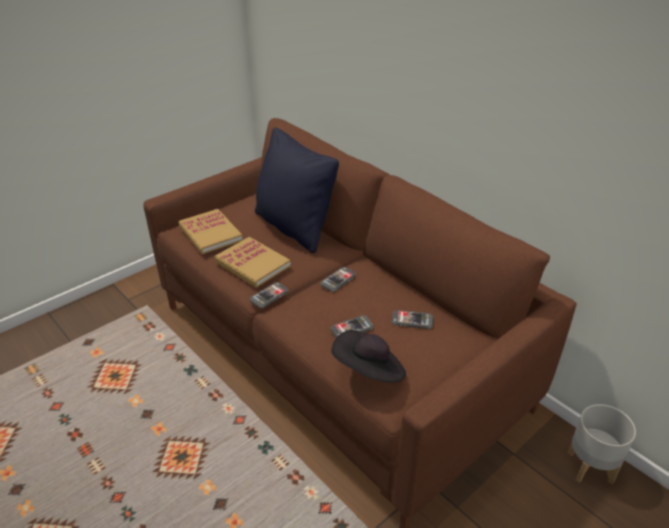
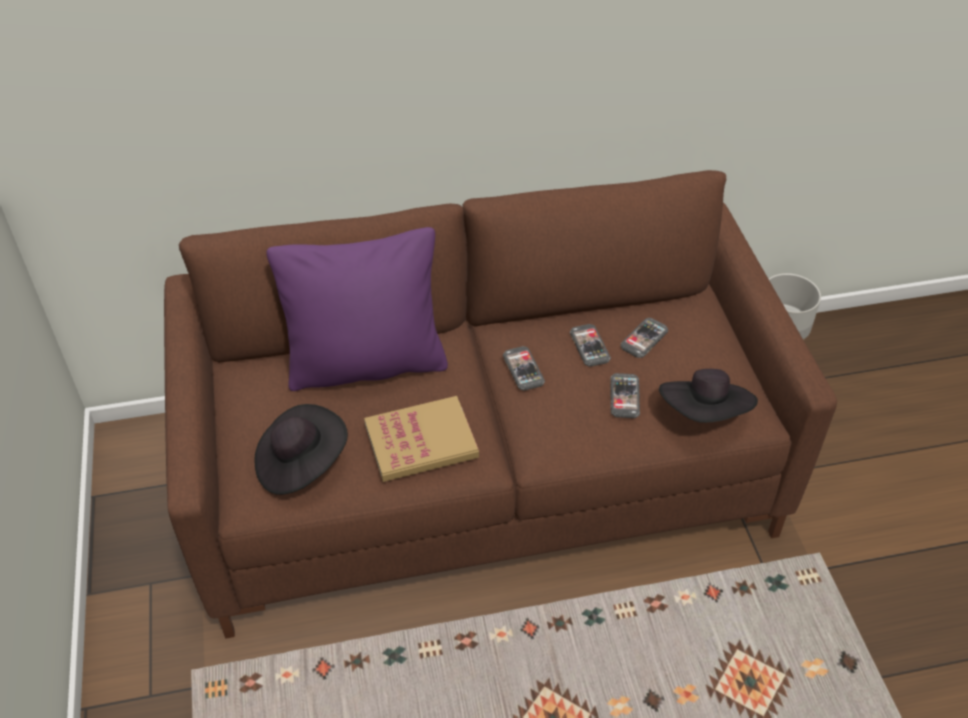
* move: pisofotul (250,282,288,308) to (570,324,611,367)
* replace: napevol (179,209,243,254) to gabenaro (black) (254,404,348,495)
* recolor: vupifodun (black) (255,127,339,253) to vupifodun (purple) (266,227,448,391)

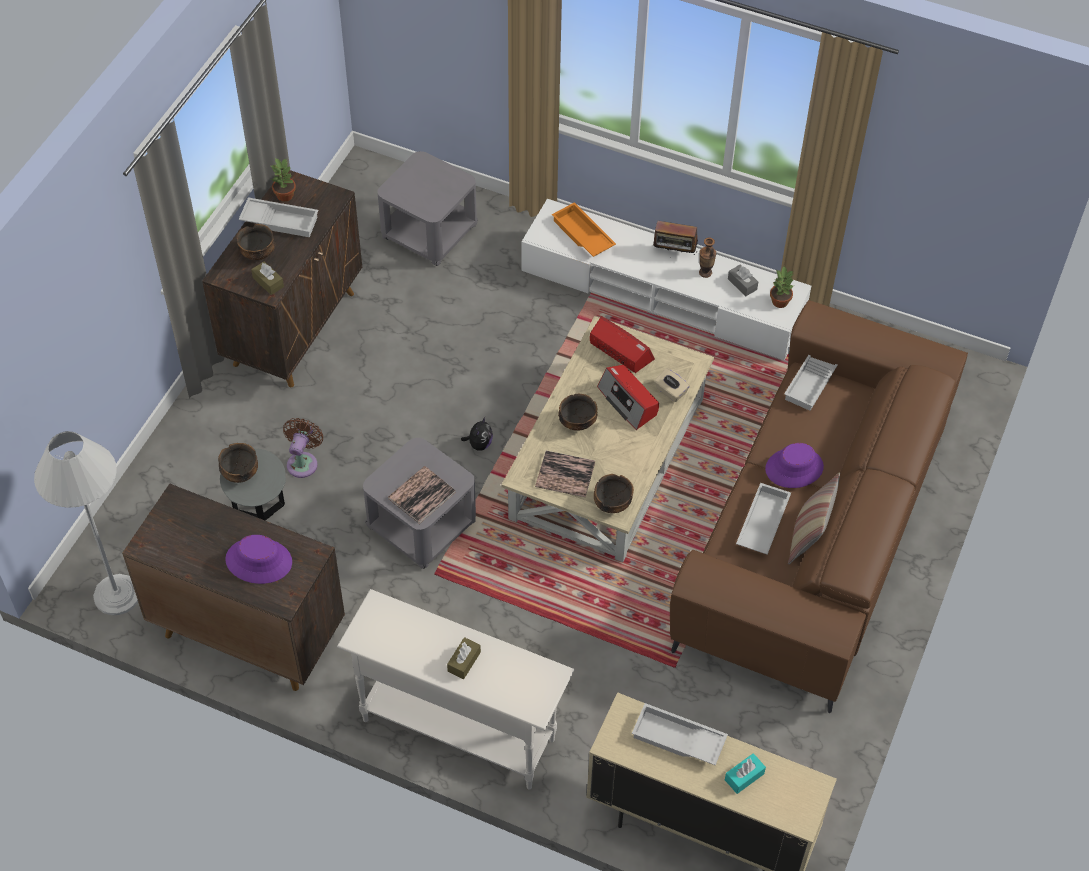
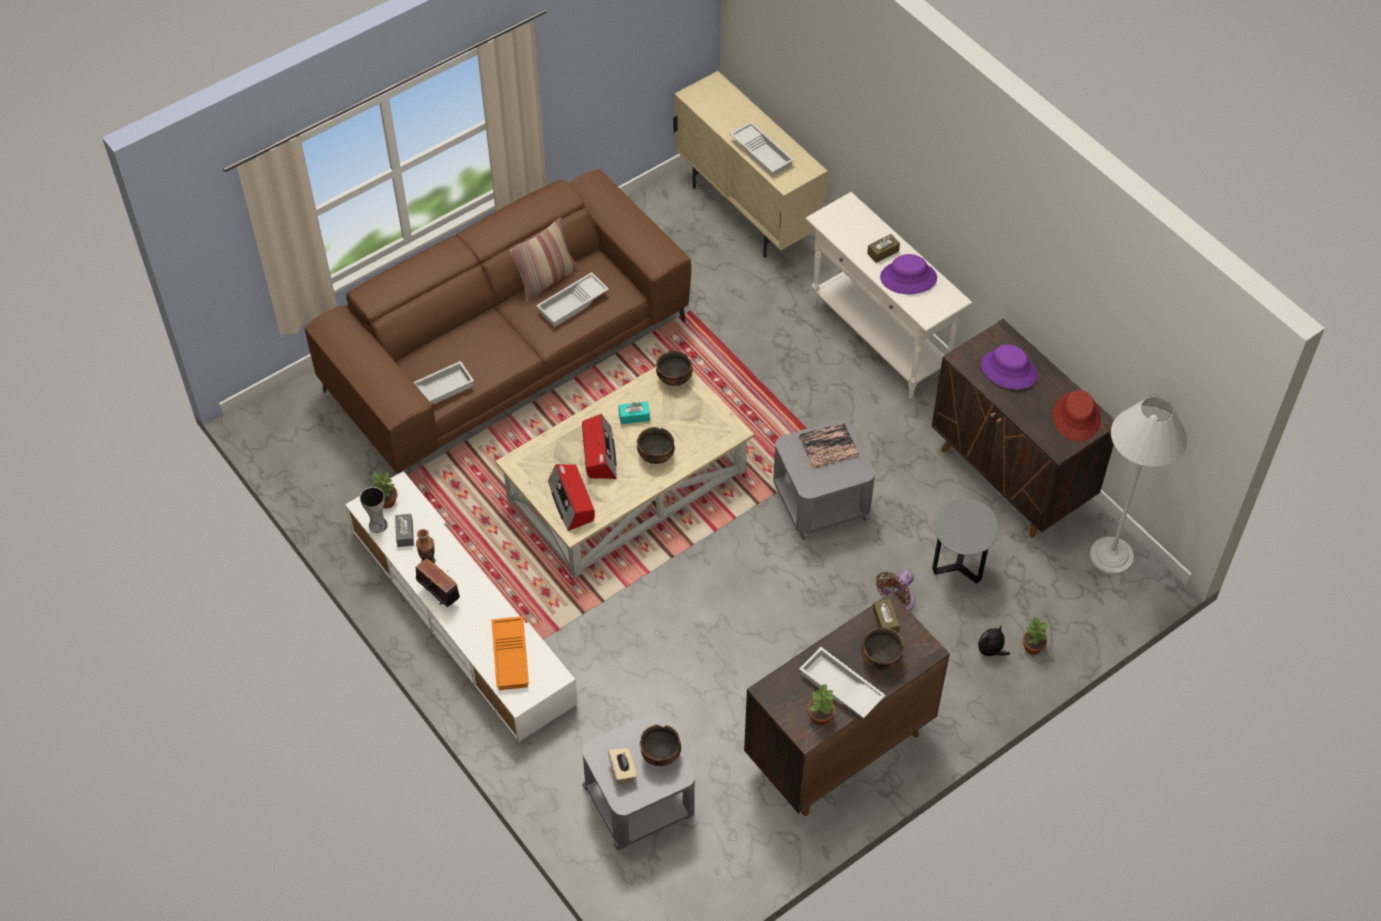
* delete: napevol (535,451,595,497)
* insert: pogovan (360,487,388,533)
* insert: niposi (1023,616,1049,655)
* insert: gabenaro (red) (1053,390,1101,441)
* move: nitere (218,443,258,483) to (640,725,681,766)
* move: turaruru (461,417,493,451) to (978,625,1010,658)
* move: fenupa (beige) (654,368,690,402) to (608,748,637,785)
* move: fenupa (turquoise) (725,753,766,794) to (619,401,650,424)
* move: gabenaro (purple) (765,443,824,488) to (880,254,937,294)

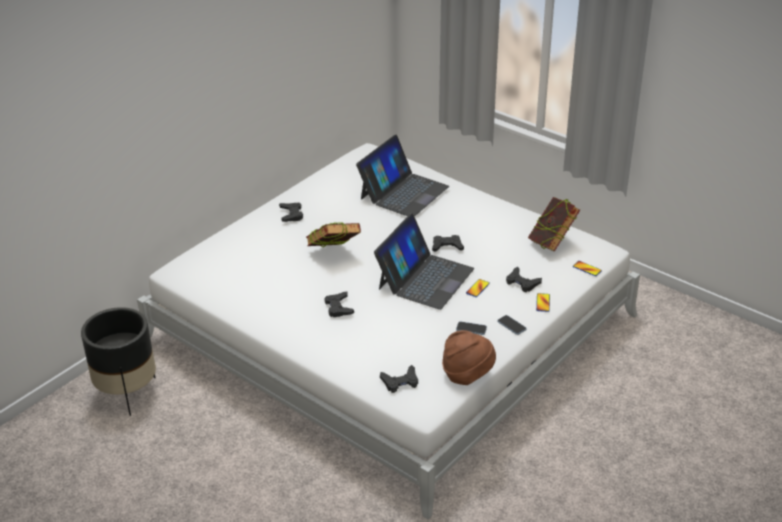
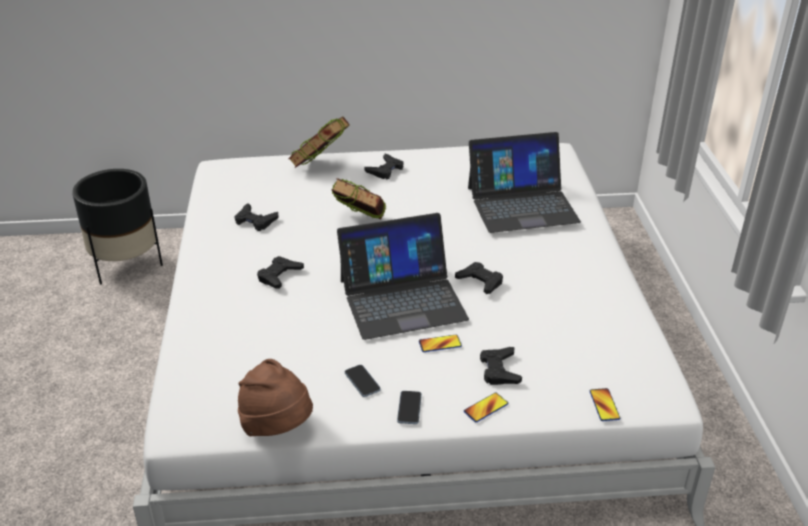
* move: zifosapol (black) (380,365,418,393) to (234,203,278,231)
* move: napevol (528,197,580,252) to (288,116,350,168)

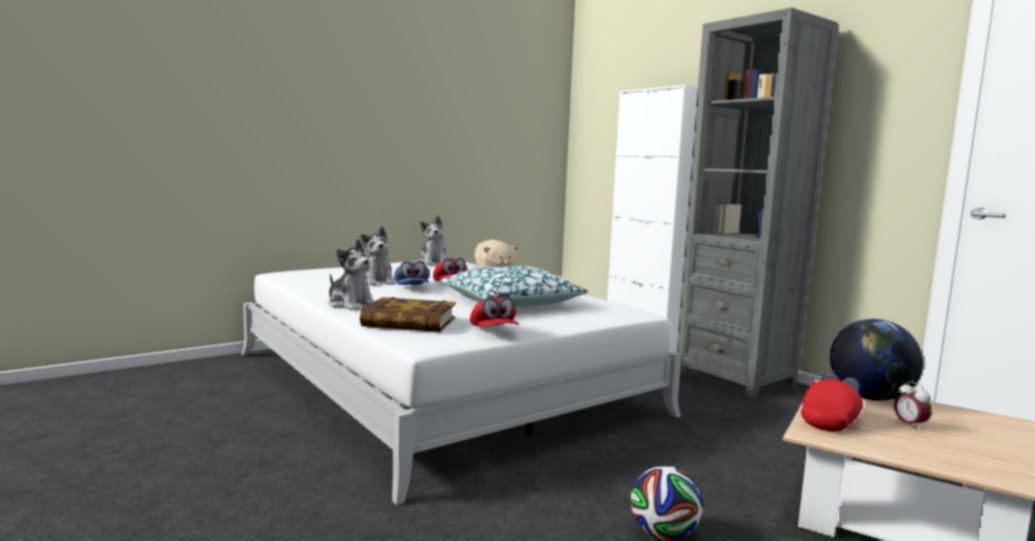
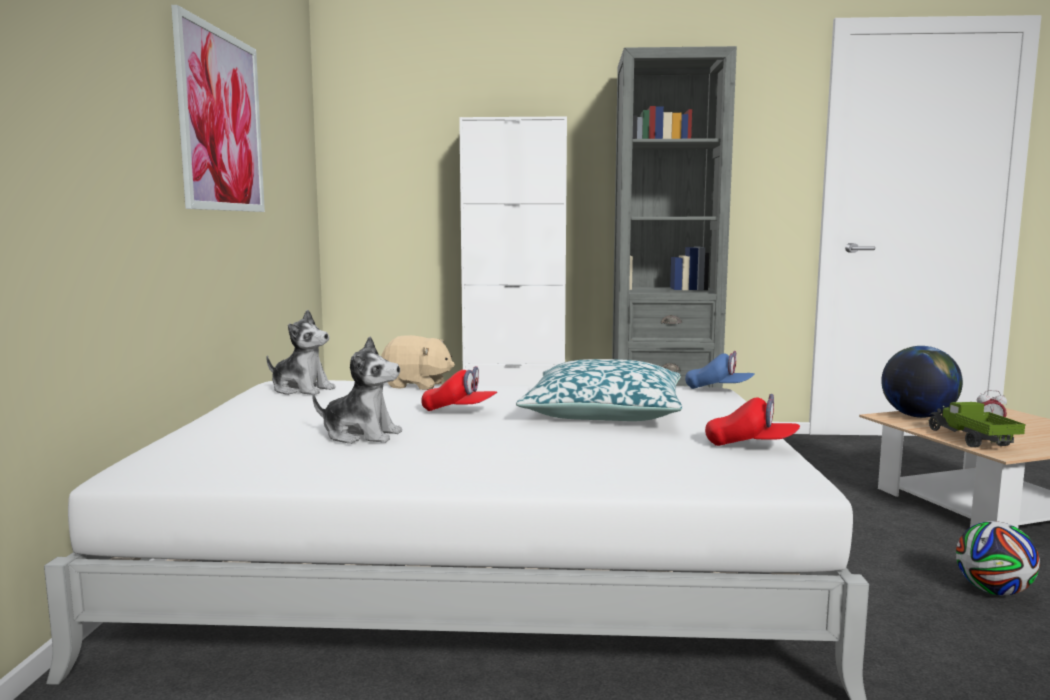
* delete: turaruru (328,239,374,310)
* delete: napevol (360,297,456,332)
* insert: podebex (171,5,265,212)
* move: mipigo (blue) (394,261,430,285) to (685,351,754,389)
* replace: mipigo (red) (801,373,863,431) to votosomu (928,402,1025,447)

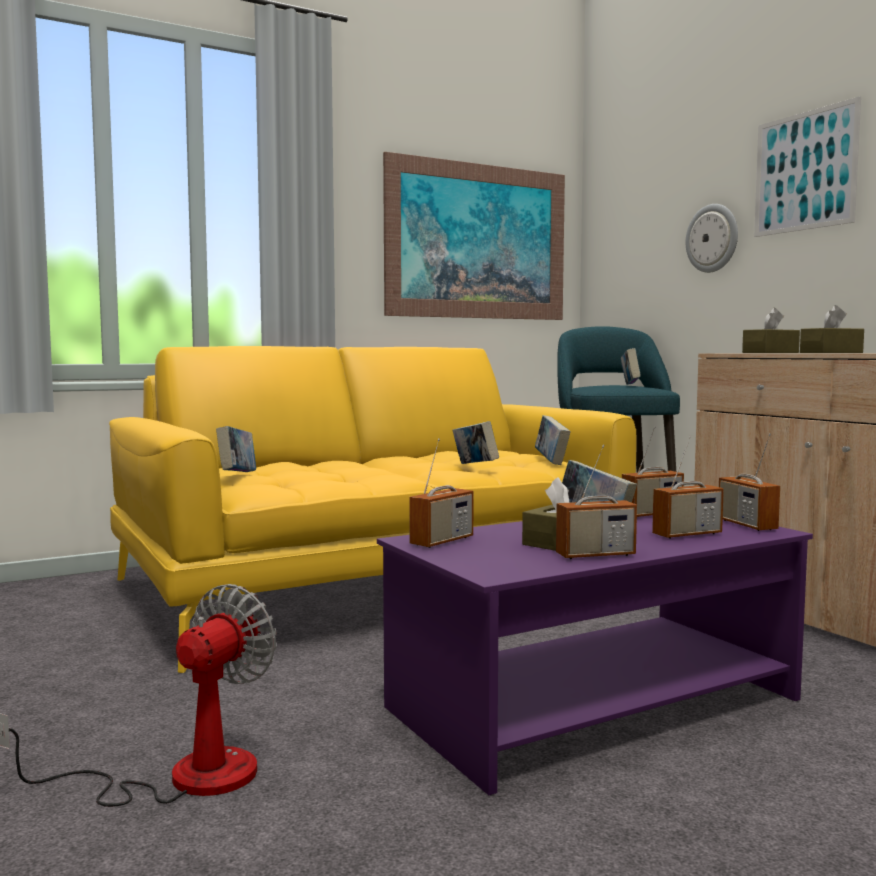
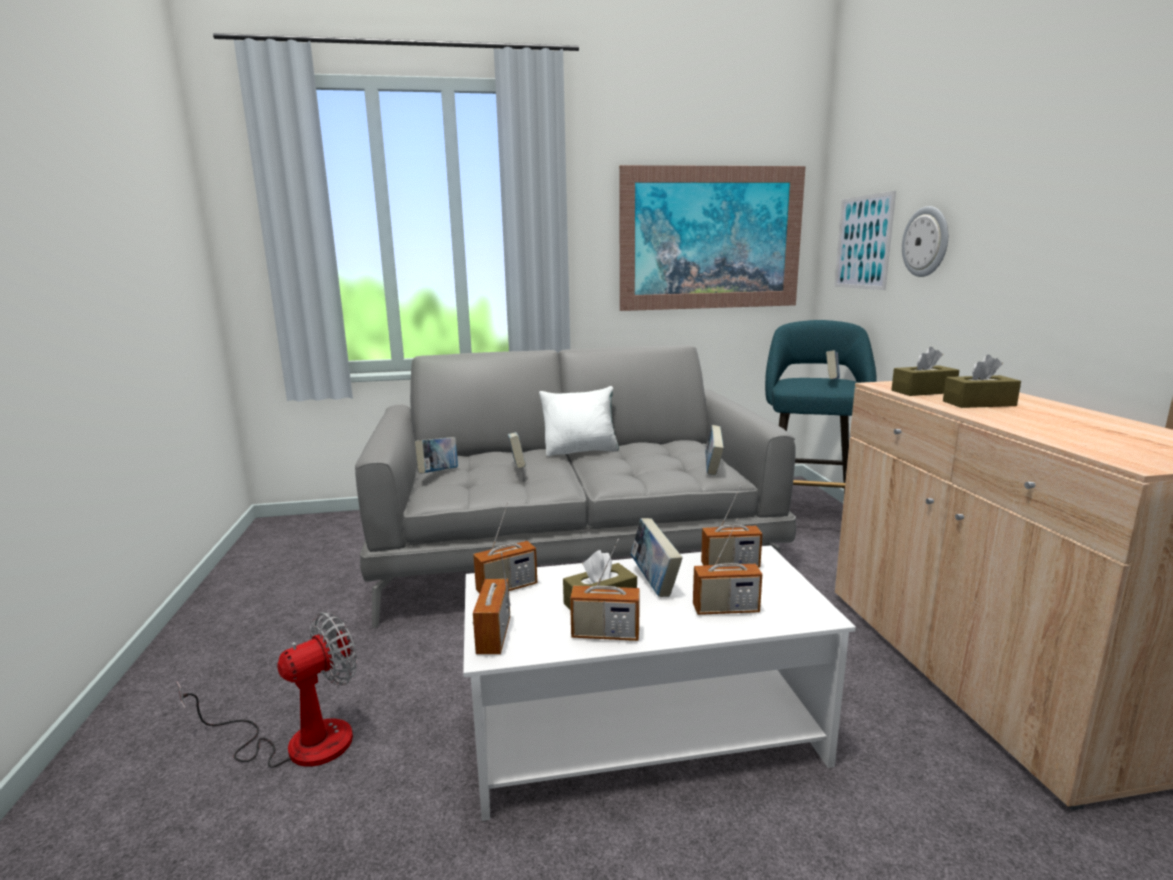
* insert: vupifodun (white) (539,386,619,456)
* move: napevol (453,421,499,464) to (508,432,526,469)
* move: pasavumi (719,433,780,531) to (473,552,510,654)
* move: podebex (754,96,861,237) to (834,191,896,290)
* recolor: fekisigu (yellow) (109,346,637,673) to fekisigu (grey) (355,345,796,628)
* recolor: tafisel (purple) (377,515,813,795) to tafisel (white) (463,545,856,821)

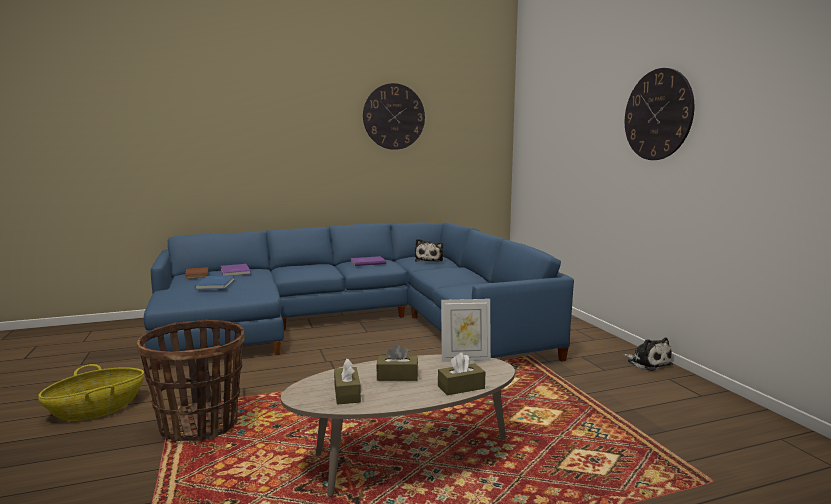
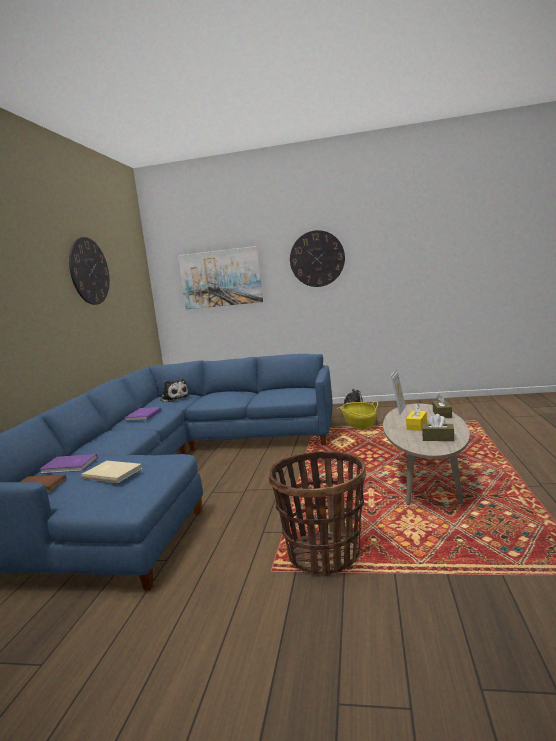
* insert: podebex (178,246,263,309)
* move: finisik (38,364,144,421) to (339,401,378,429)
* recolor: napevol (blue) (195,276,235,289) to napevol (beige) (81,461,142,483)
* recolor: fenupa (brown) (376,344,418,381) to fenupa (yellow) (406,404,427,431)

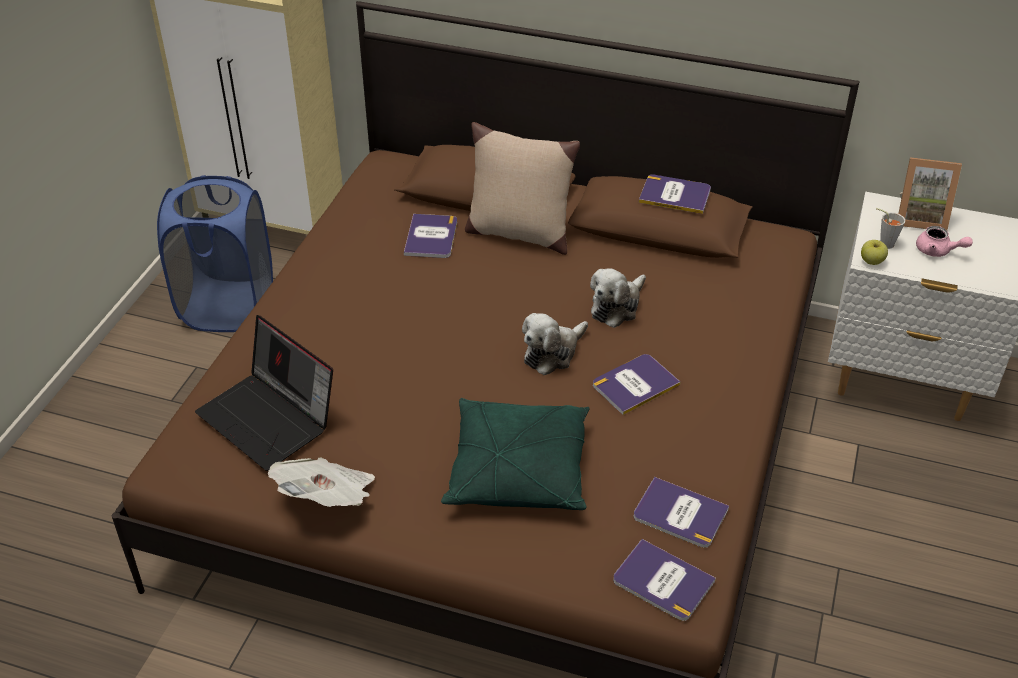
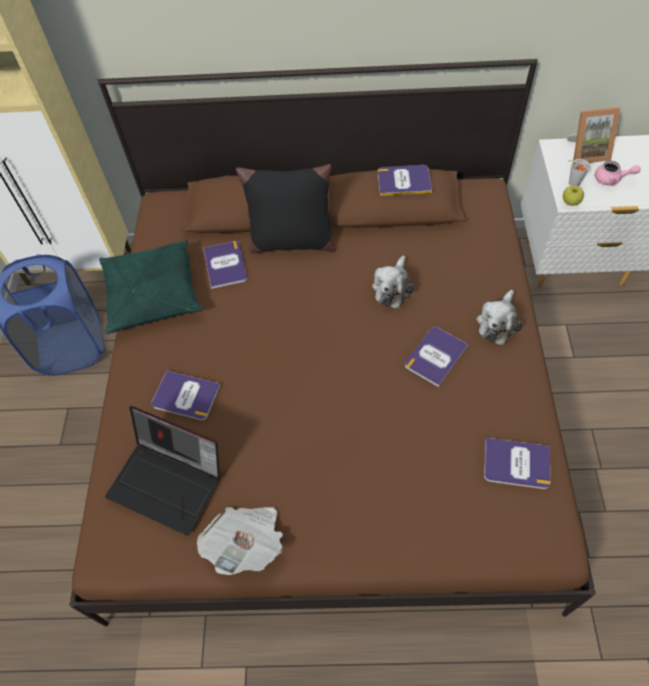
* move: vupifodun (green) (441,398,590,510) to (99,240,202,334)
* move: turaruru (522,313,588,375) to (476,290,523,345)
* move: napevol (613,539,716,621) to (151,370,221,420)
* recolor: vupifodun (beige) (465,122,580,255) to vupifodun (black) (236,164,336,254)

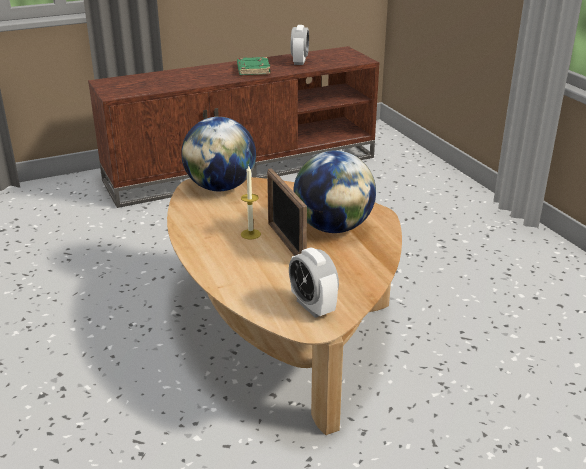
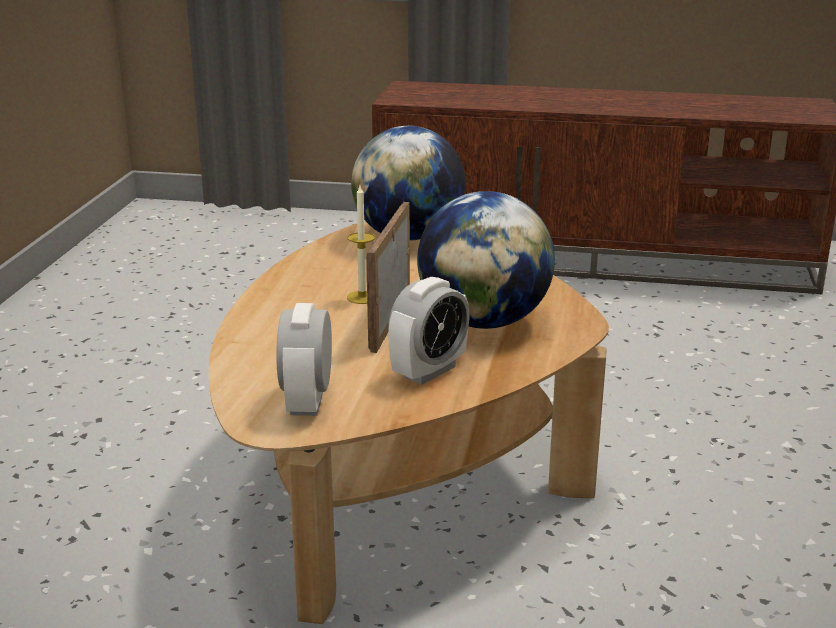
* delete: napevol (green) (237,57,270,75)
* move: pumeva (291,25,309,65) to (388,277,470,385)

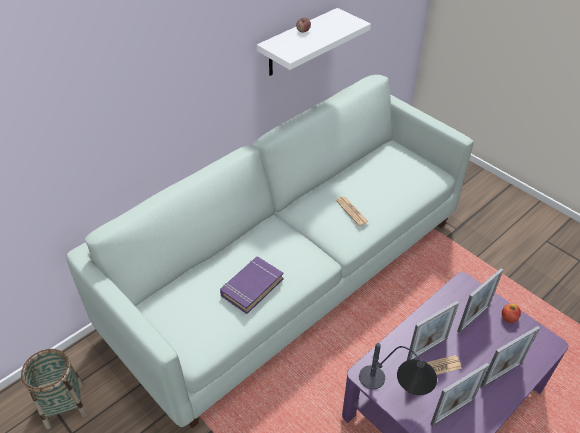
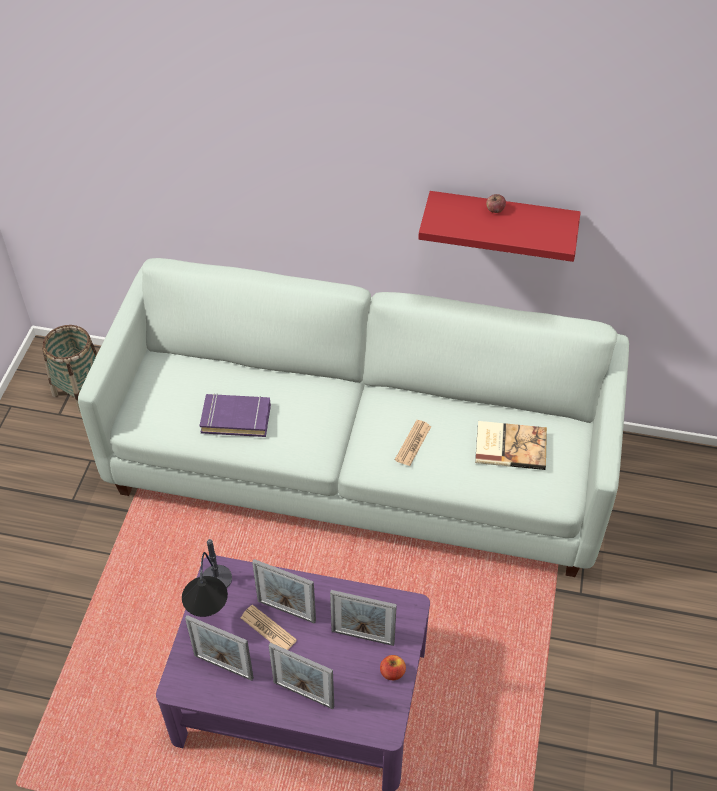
* insert: napevol (475,421,547,470)
* recolor: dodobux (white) (257,8,371,76) to dodobux (red) (418,191,581,262)

